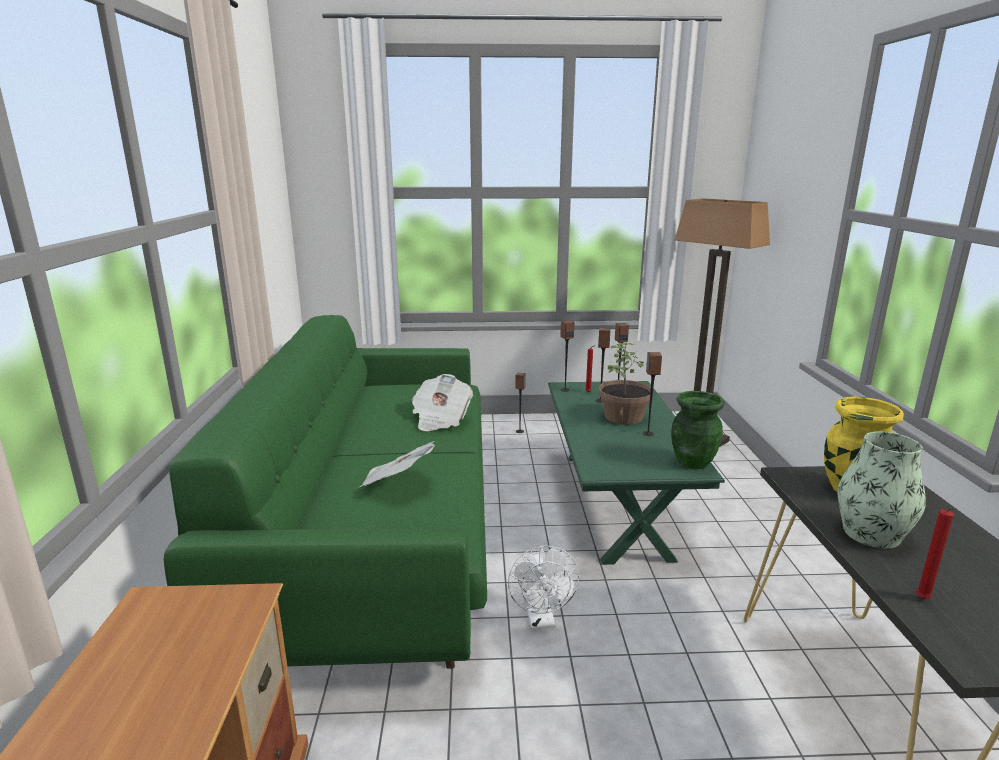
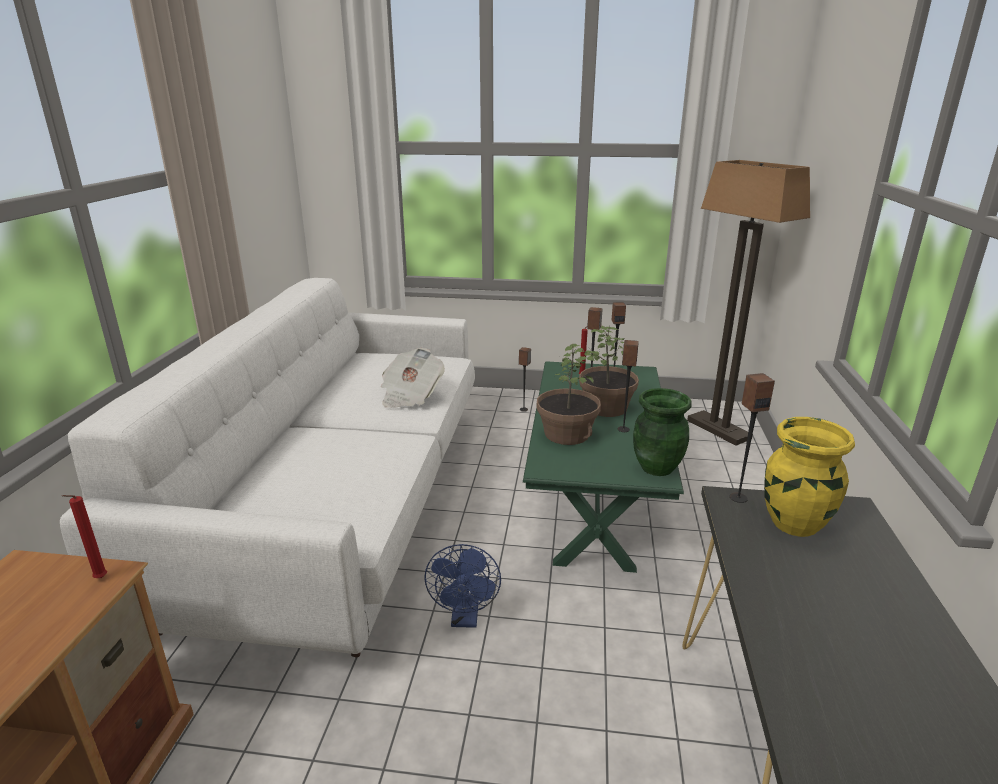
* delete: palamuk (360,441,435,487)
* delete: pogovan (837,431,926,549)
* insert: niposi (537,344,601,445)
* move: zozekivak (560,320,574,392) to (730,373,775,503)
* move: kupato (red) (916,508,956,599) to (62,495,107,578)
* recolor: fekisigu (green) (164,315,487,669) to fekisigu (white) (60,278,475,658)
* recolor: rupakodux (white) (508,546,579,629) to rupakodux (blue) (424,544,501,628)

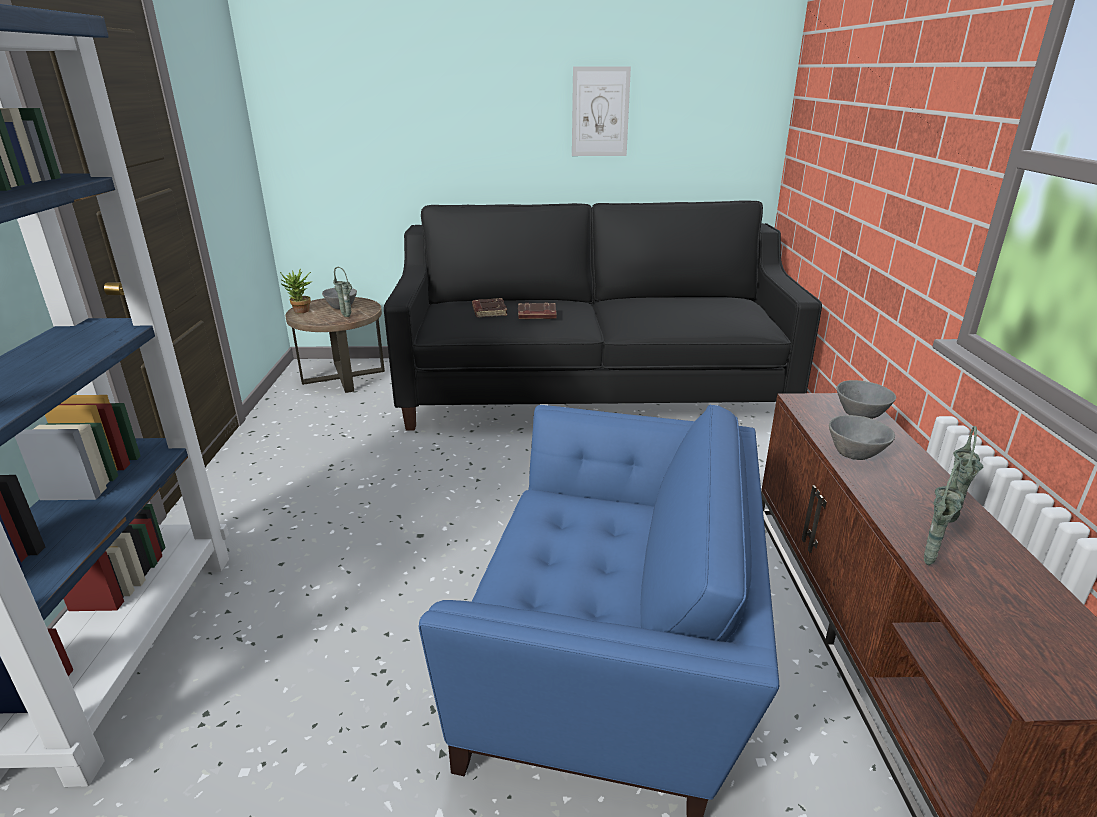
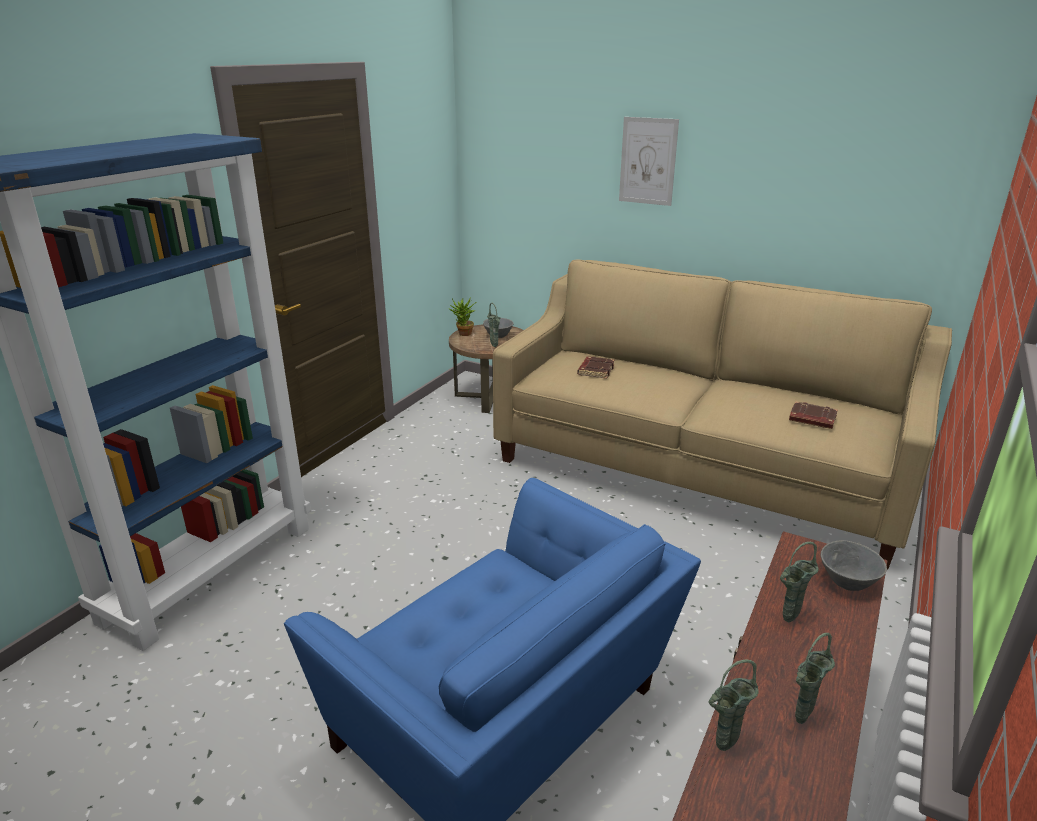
* move: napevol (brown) (518,302,557,319) to (789,401,838,429)
* move: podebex (572,67,631,156) to (619,117,679,206)
* replace: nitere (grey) (829,415,895,460) to pogovan (green) (780,542,819,623)
* recolor: fekisigu (black) (384,200,822,431) to fekisigu (beige) (493,259,952,569)

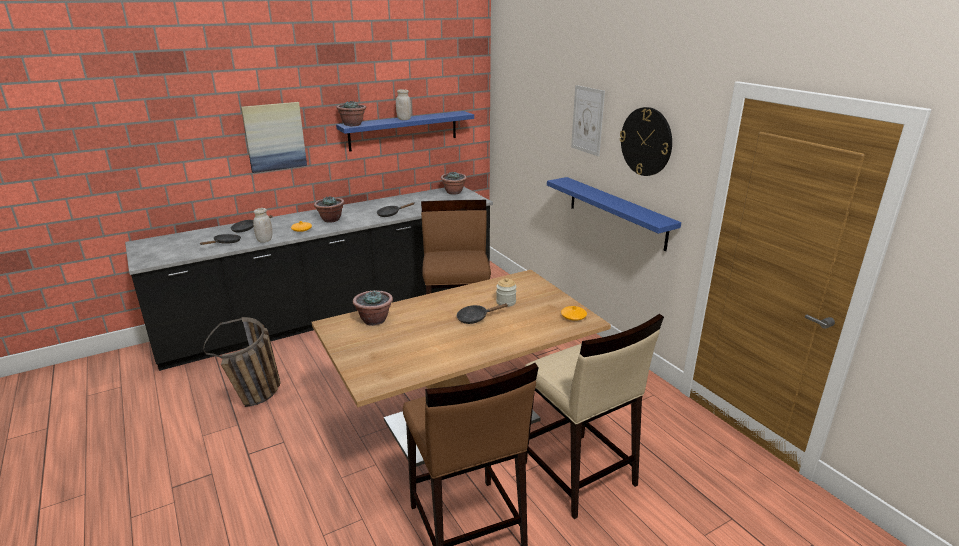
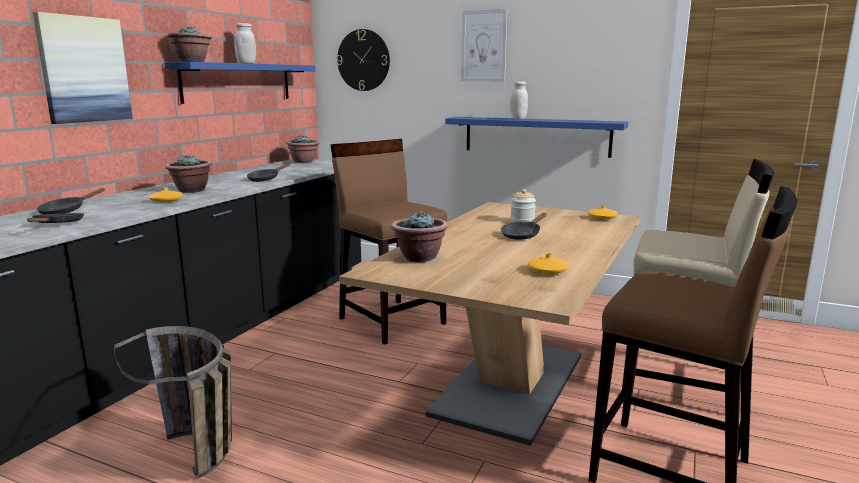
* insert: pogovan (orange) (528,253,569,274)
* move: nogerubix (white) (253,208,273,243) to (510,81,528,119)
* move: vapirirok (620,107,672,176) to (336,29,390,91)

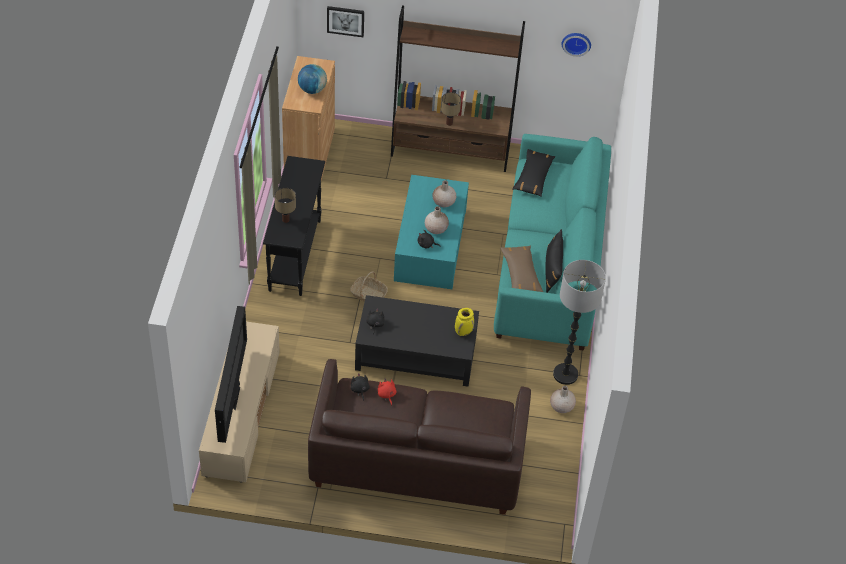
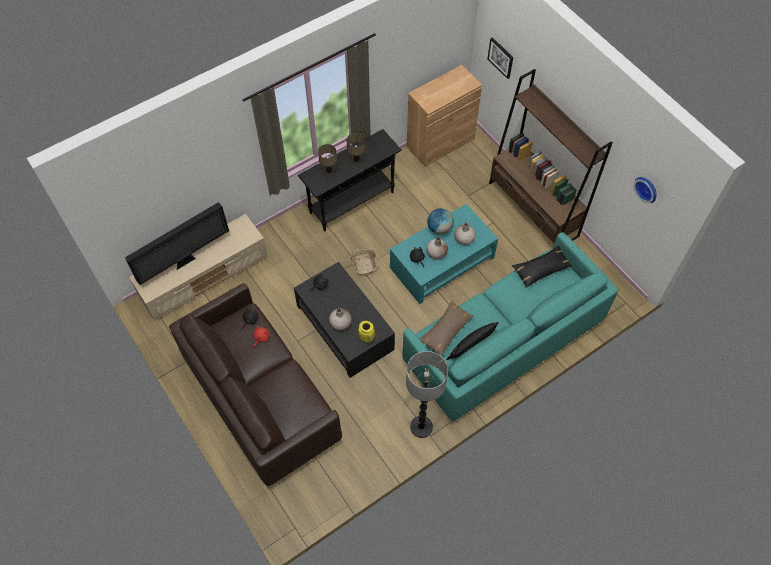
* move: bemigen (298,64,327,94) to (427,208,454,235)
* move: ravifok (441,92,461,126) to (347,133,365,162)
* move: pogovan (beige) (550,386,576,413) to (329,308,352,330)

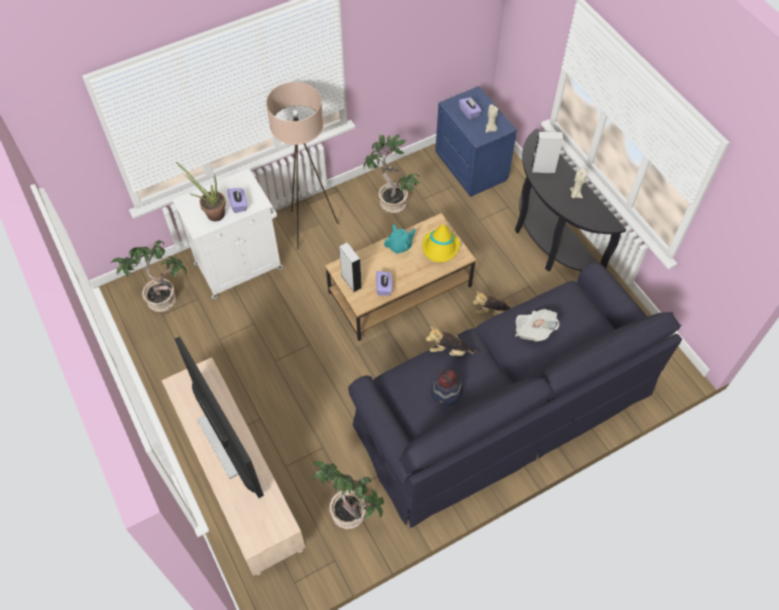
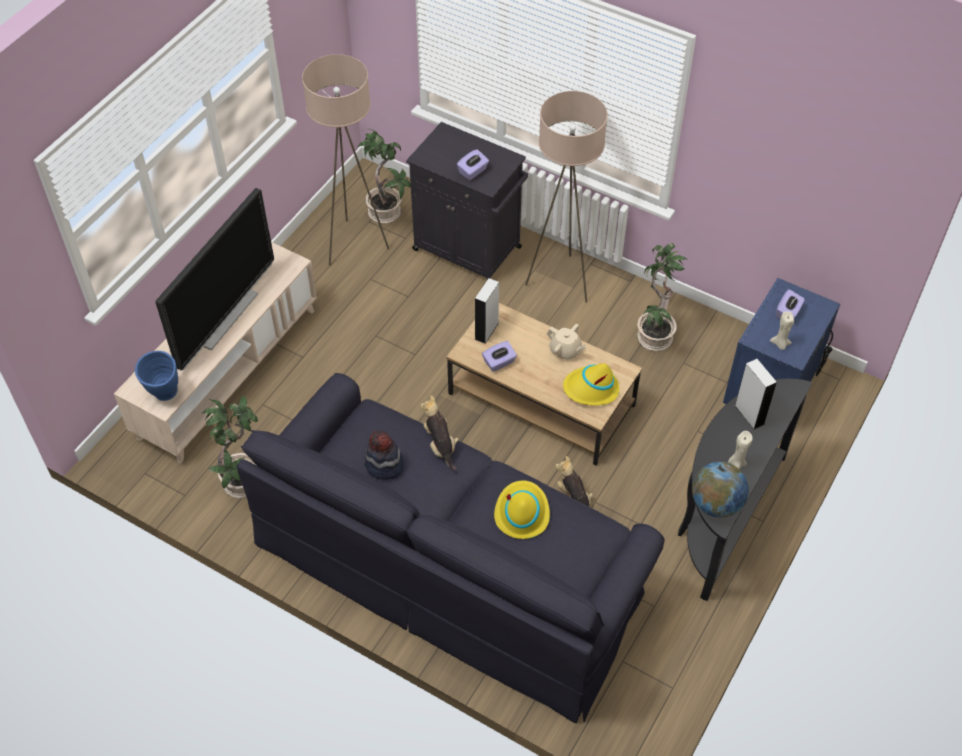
* delete: niposi (176,162,226,221)
* insert: pogovan (blue) (135,351,178,401)
* insert: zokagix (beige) (302,54,389,266)
* insert: bemigen (692,462,749,518)
* replace: palamuk (515,309,559,341) to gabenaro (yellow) (494,480,550,539)
* recolor: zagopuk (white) (172,168,283,299) to zagopuk (black) (406,122,528,279)
* recolor: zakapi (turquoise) (384,224,416,254) to zakapi (beige) (547,324,587,361)

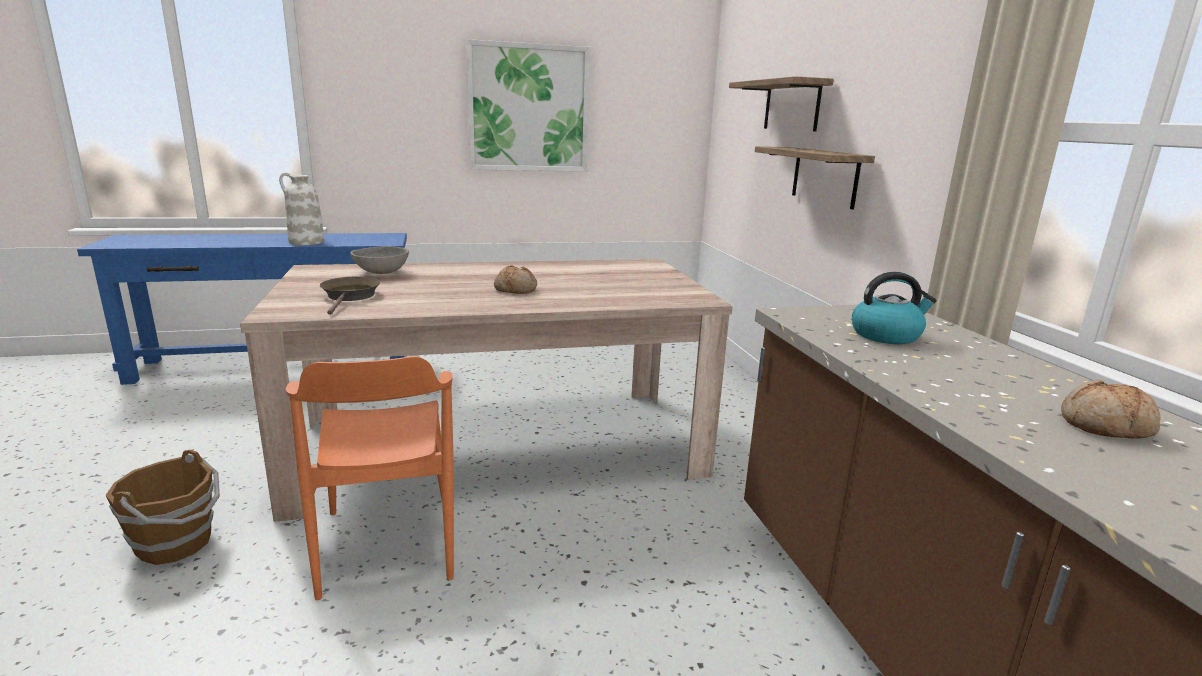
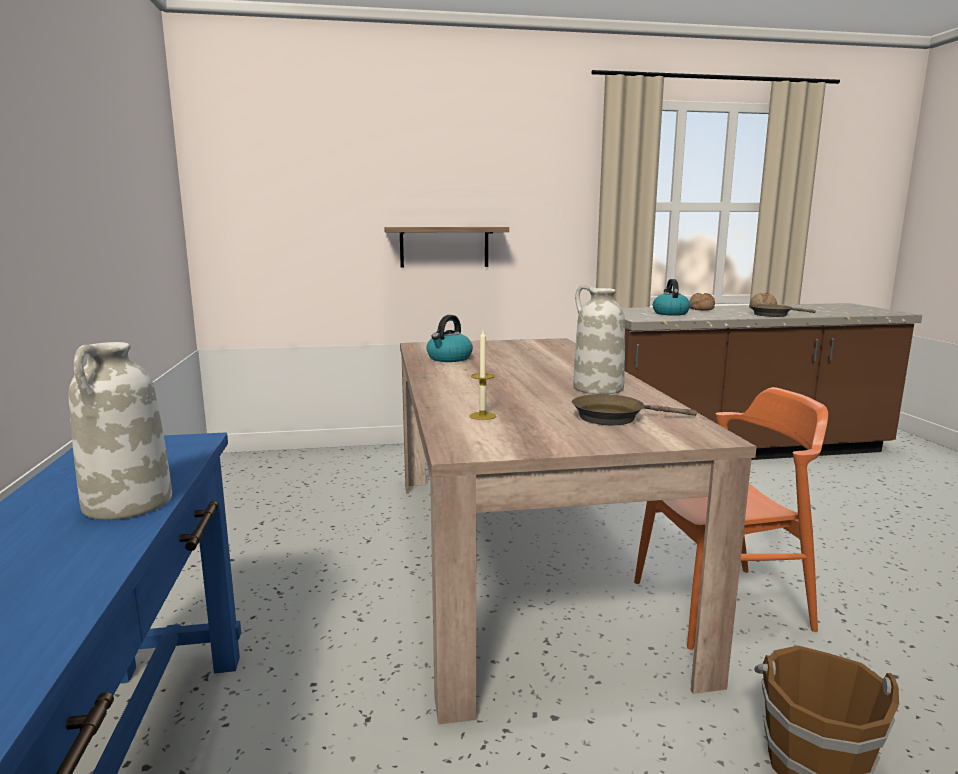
* delete: podebex (466,39,590,172)
* delete: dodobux (729,76,834,131)
* insert: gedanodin (426,315,473,362)
* insert: pogovan (white) (573,284,625,394)
* insert: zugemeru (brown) (750,304,816,317)
* move: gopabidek (494,265,537,294) to (689,293,715,311)
* replace: nitere (grey) (350,246,409,274) to kupato (469,331,496,420)

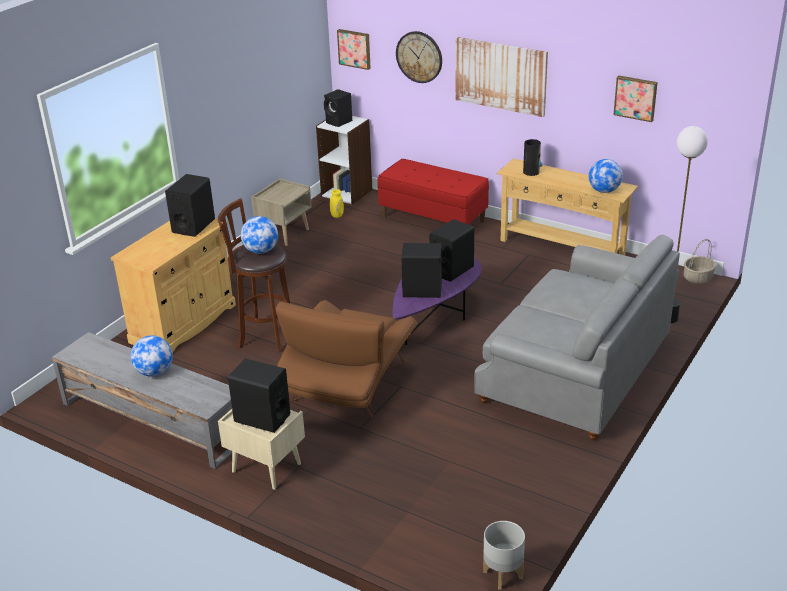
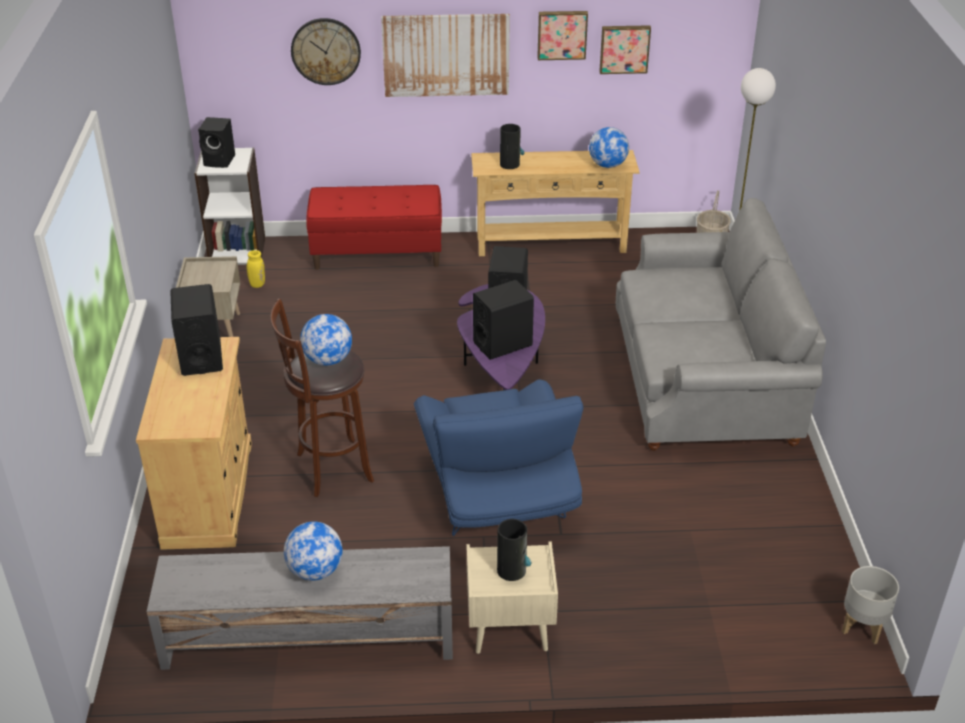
* move: podebex (337,29,371,70) to (537,11,588,60)
* replace: zozekivak (black) (227,359,290,433) to pogovan (497,519,531,581)
* recolor: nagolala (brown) (276,300,418,420) to nagolala (blue) (414,379,583,536)

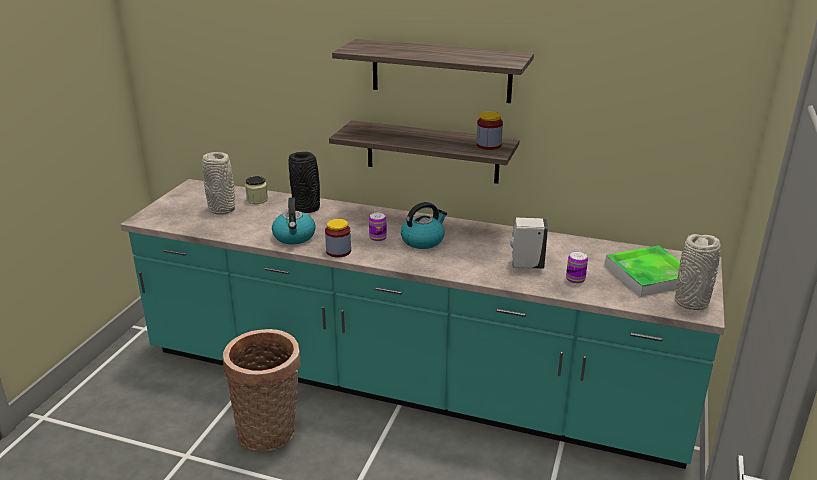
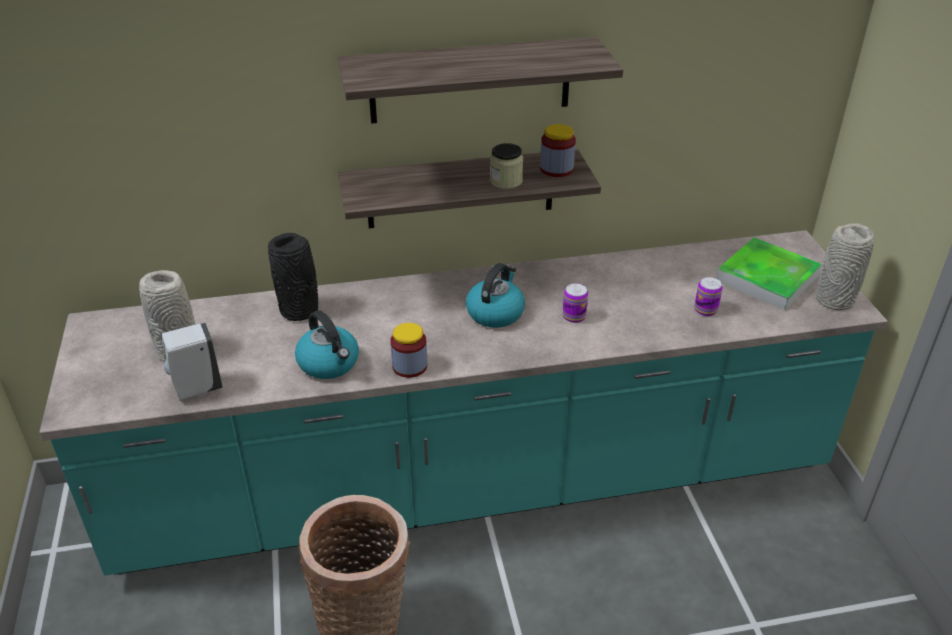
* move: nogerubix (245,176,268,204) to (490,143,523,189)
* move: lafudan (369,213,387,242) to (563,283,588,323)
* move: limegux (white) (510,218,548,269) to (162,323,223,400)

